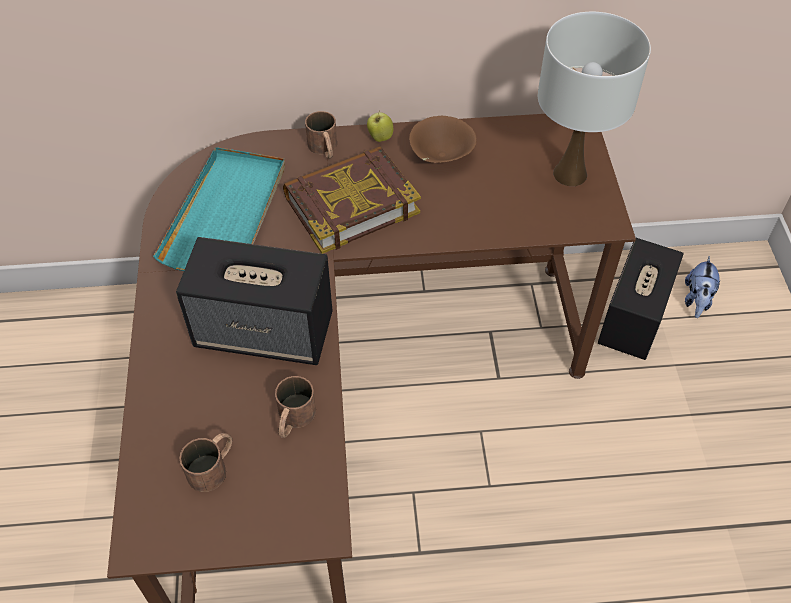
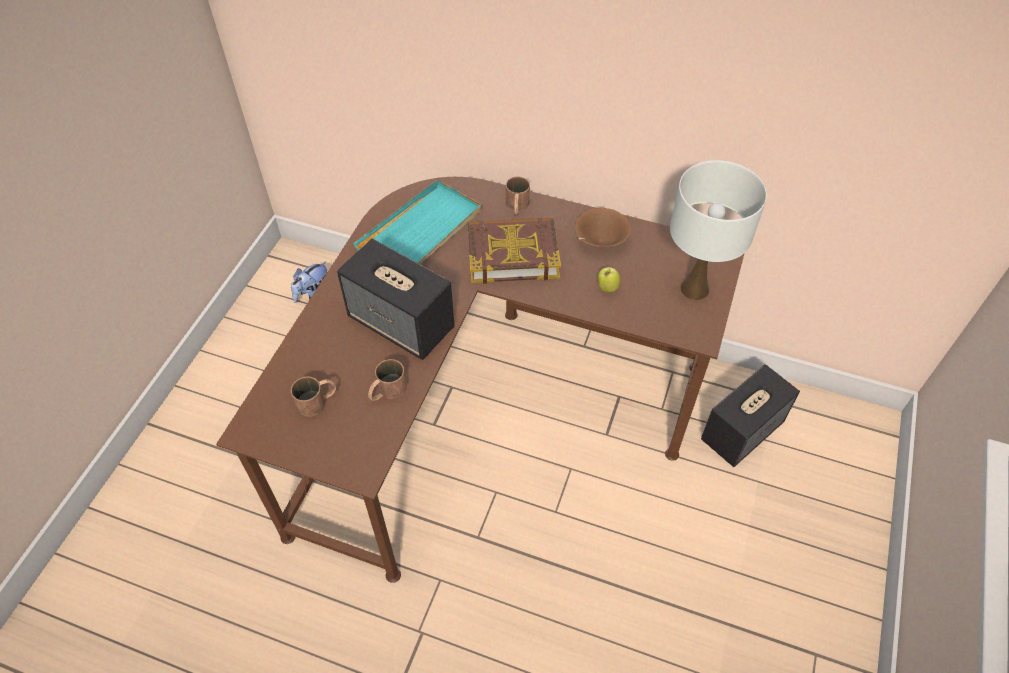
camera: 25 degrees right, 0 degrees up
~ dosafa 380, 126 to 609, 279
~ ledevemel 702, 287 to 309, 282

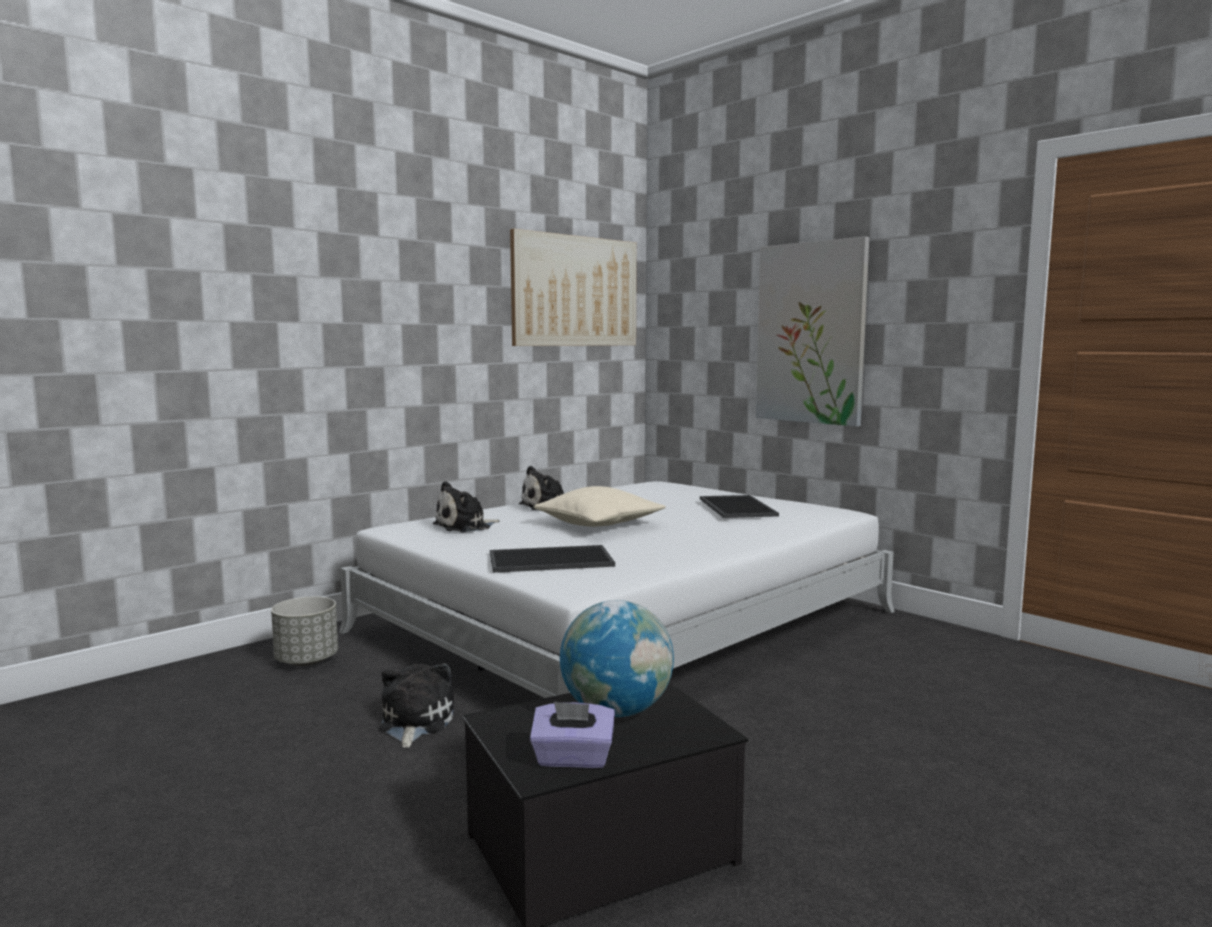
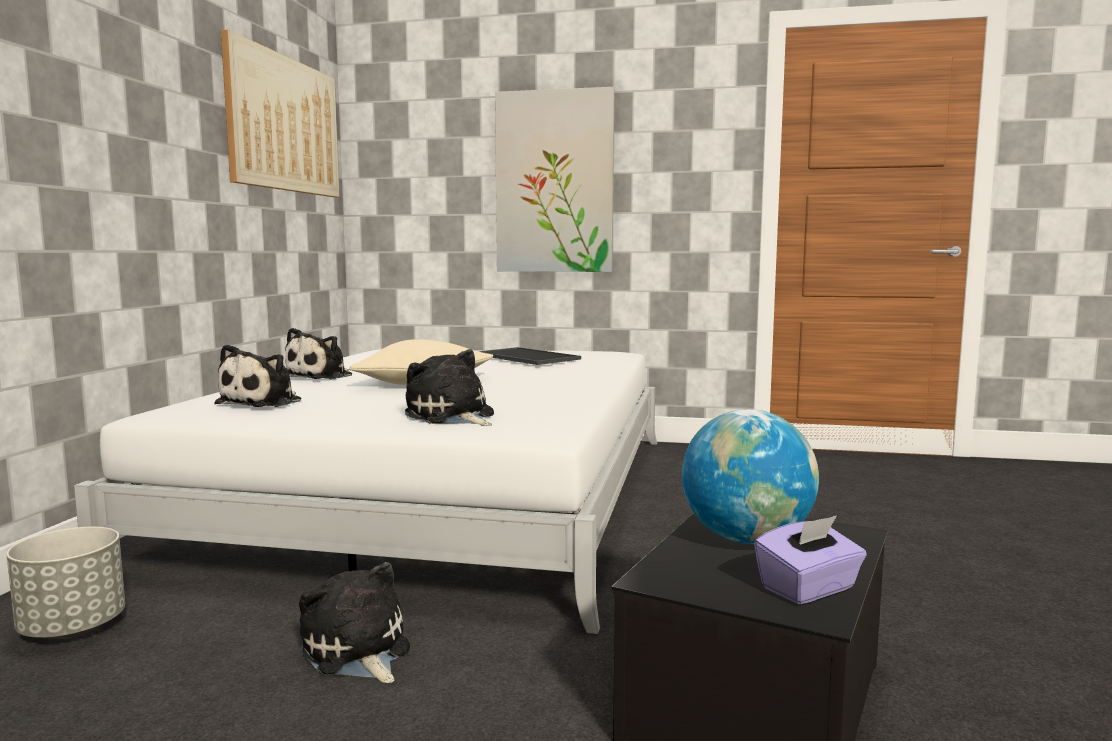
camera: 35 degrees left, 0 degrees up
~ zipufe 552, 559 to ledevemel 449, 387

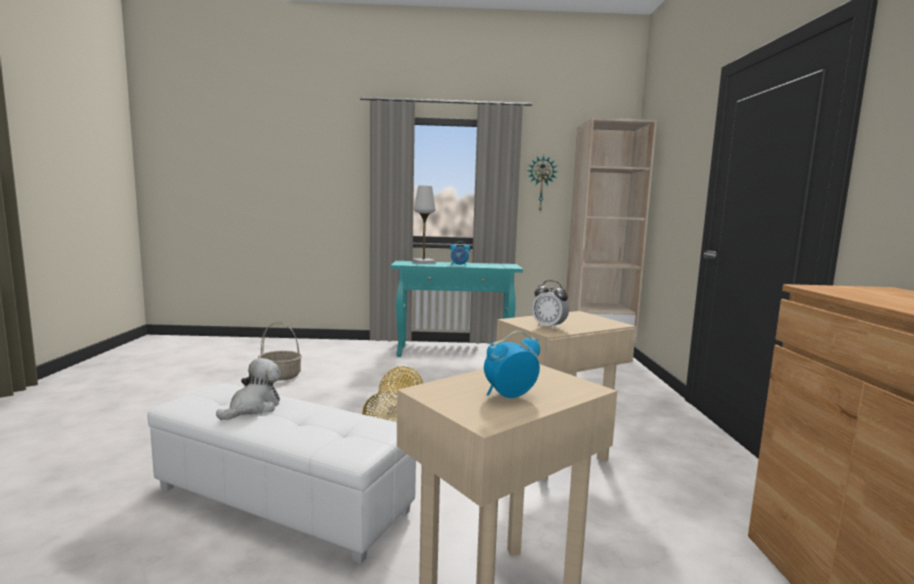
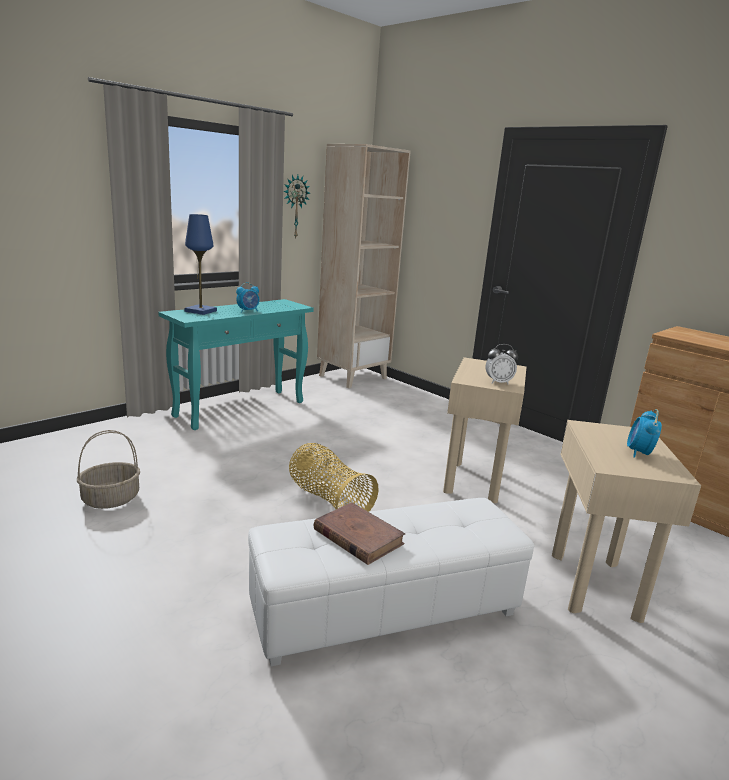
camera: 45 degrees left, 10 degrees up
~ ledevemel 248, 389 to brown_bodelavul 359, 534
~ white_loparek 424, 225 to blue_loparek 201, 264

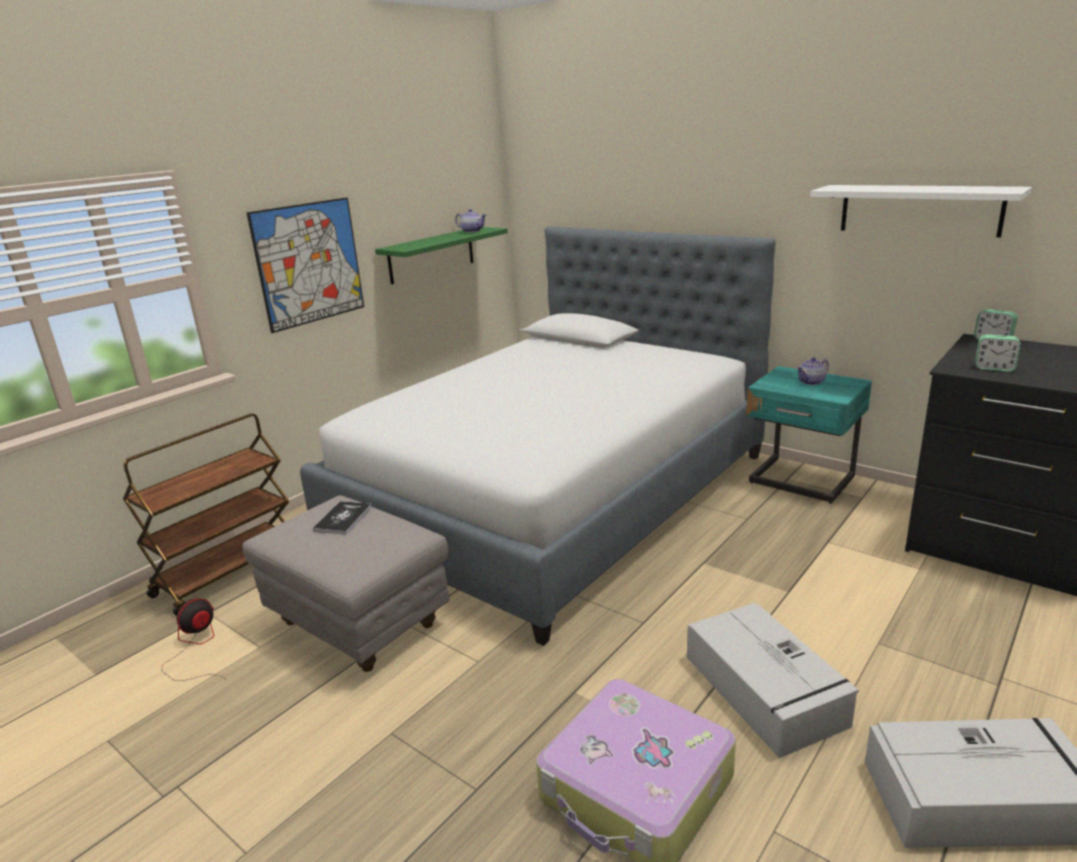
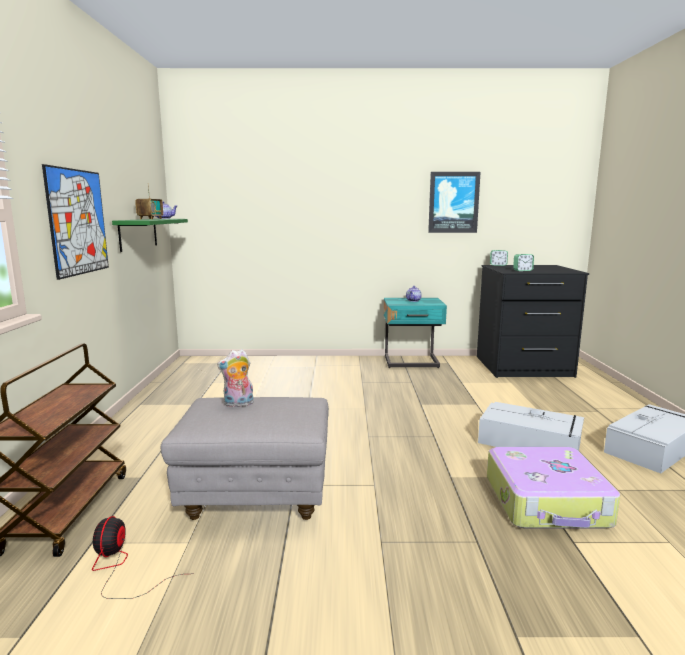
camera: 40 degrees left, 10 degrees down
- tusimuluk 538, 436
~ bodelavul 342, 518 to ledevemel 235, 378
~ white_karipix 921, 211 to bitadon 454, 202
+ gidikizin 149, 202

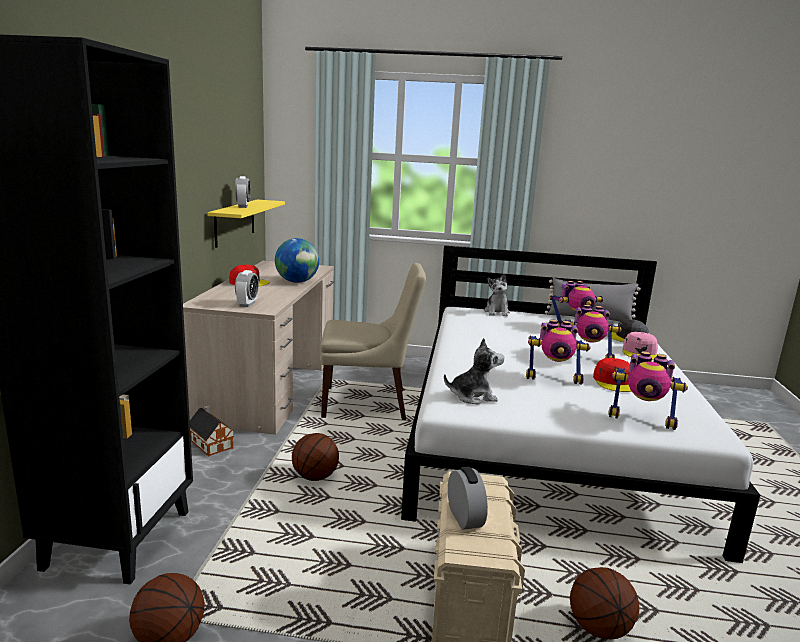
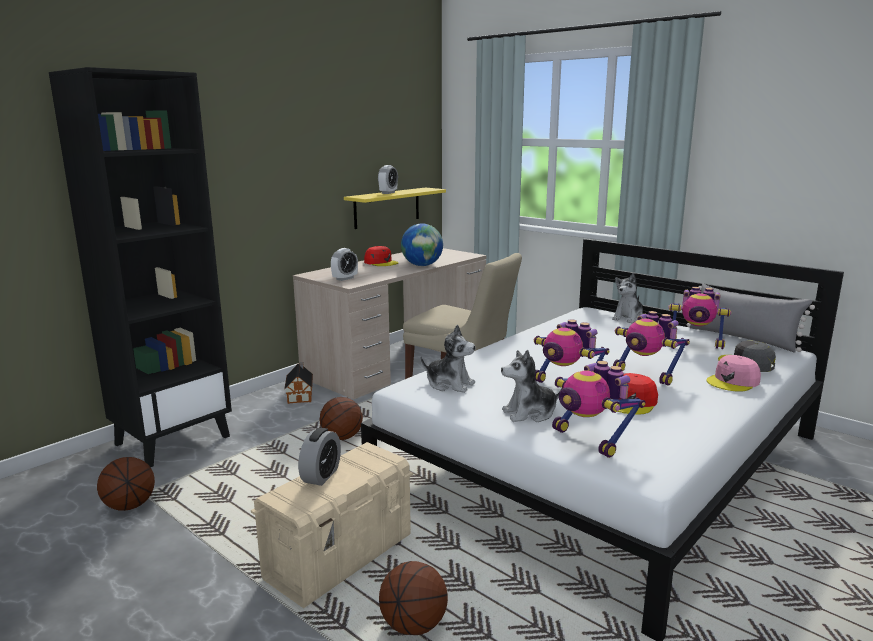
camera: 35 degrees right, 0 degrees up
+ ledevemel 531, 386

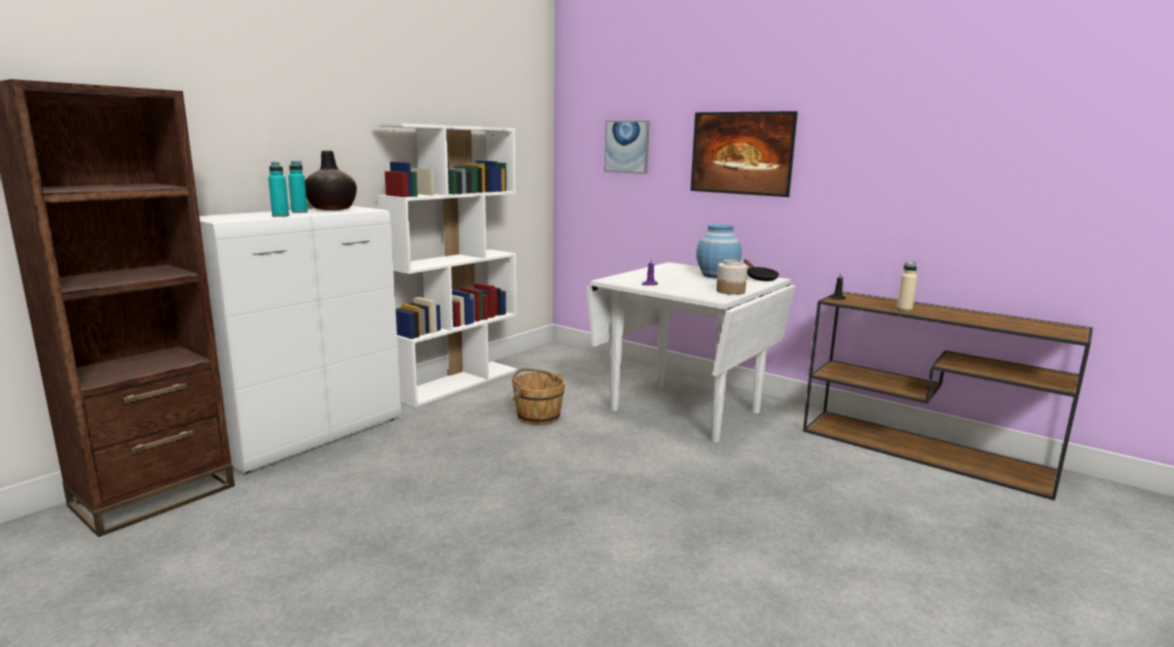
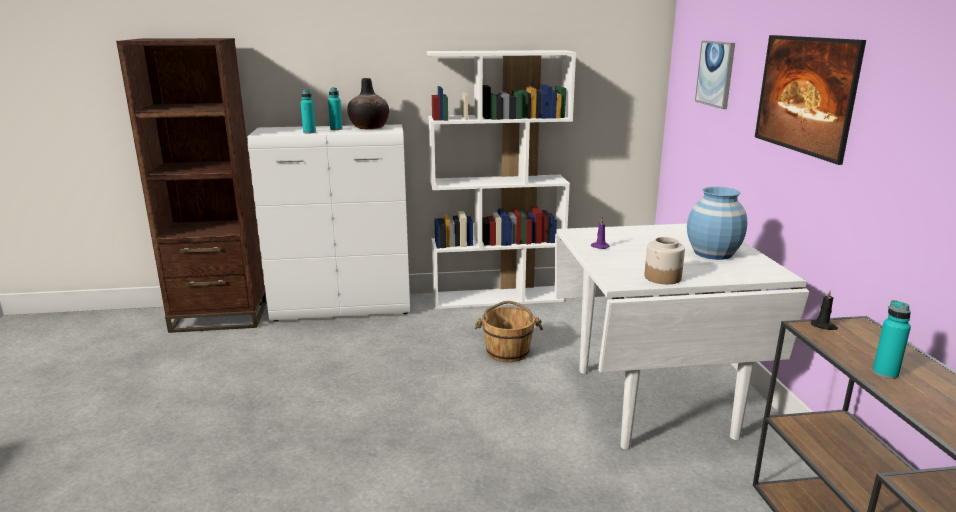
camera: 45 degrees right, 5 degrees up
- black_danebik 761, 270
~ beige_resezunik 907, 286 to turquoise_resezunik 891, 339

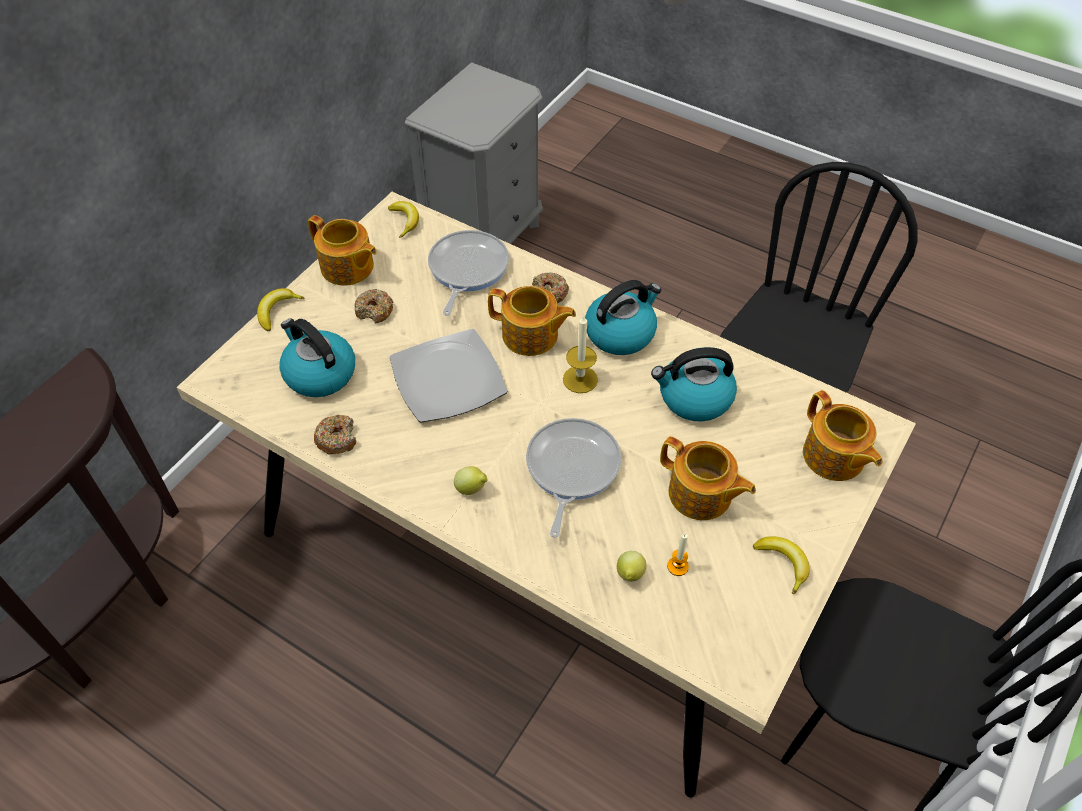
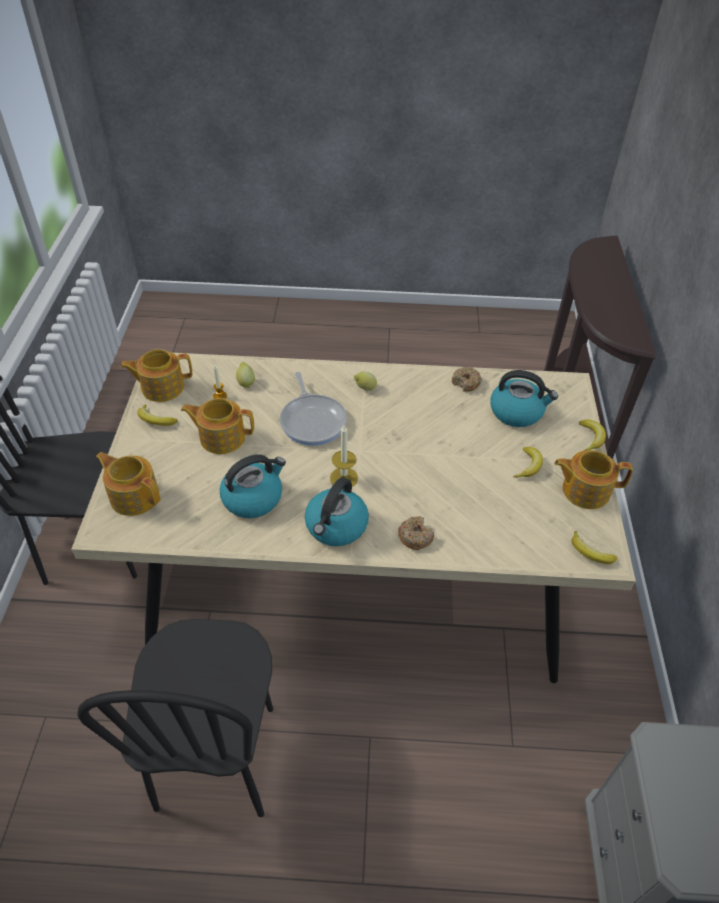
camera: 150 degrees right, 5 degrees down
~ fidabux 373, 306 to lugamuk 528, 462
- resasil 448, 376
- danebik 468, 272
~ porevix 532, 321 to 156, 375

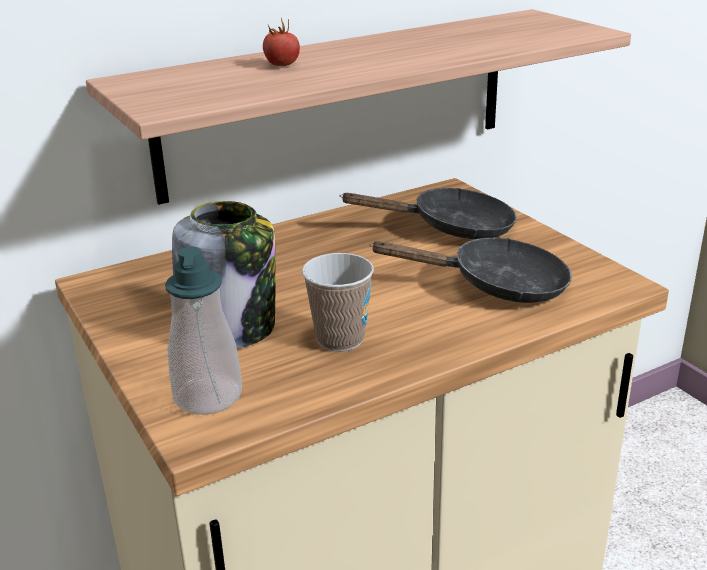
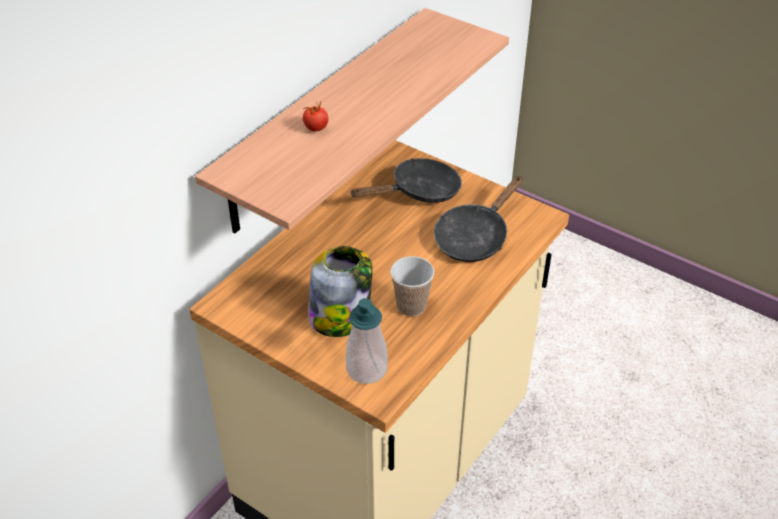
camera: 25 degrees left, 15 degrees up
~ black_danebik 470, 270 = 478, 219 150 degrees clockwise

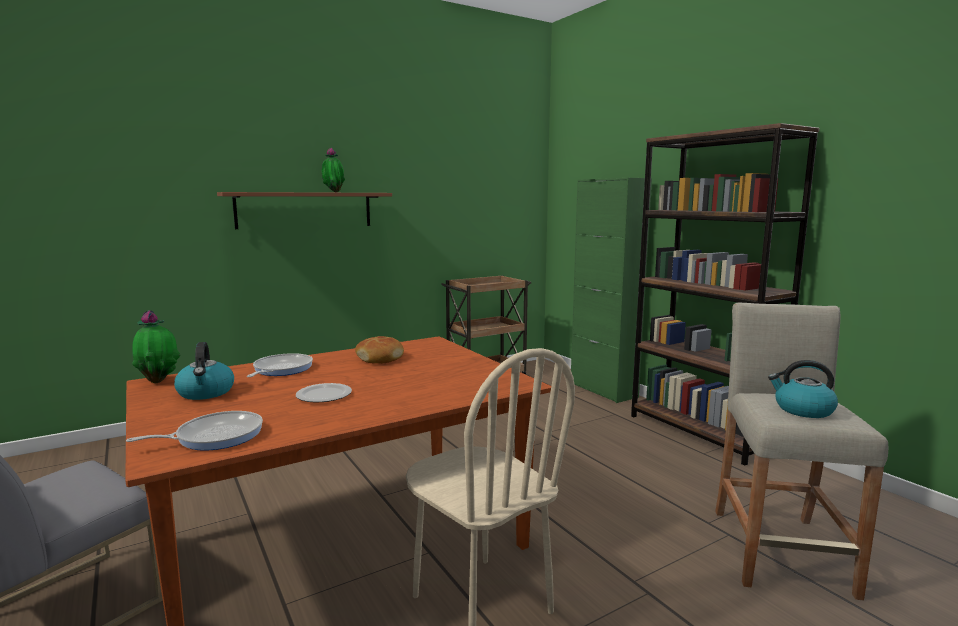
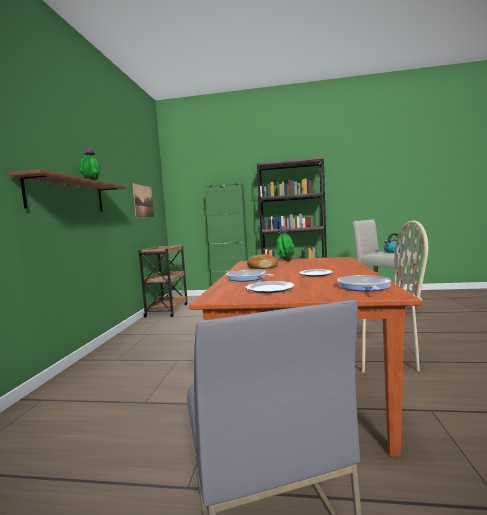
camera: 50 degrees left, 5 degrees down
~ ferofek 156, 346 to 285, 244
~ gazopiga 204, 371 to resasil 270, 287
+ bitadon 143, 200

